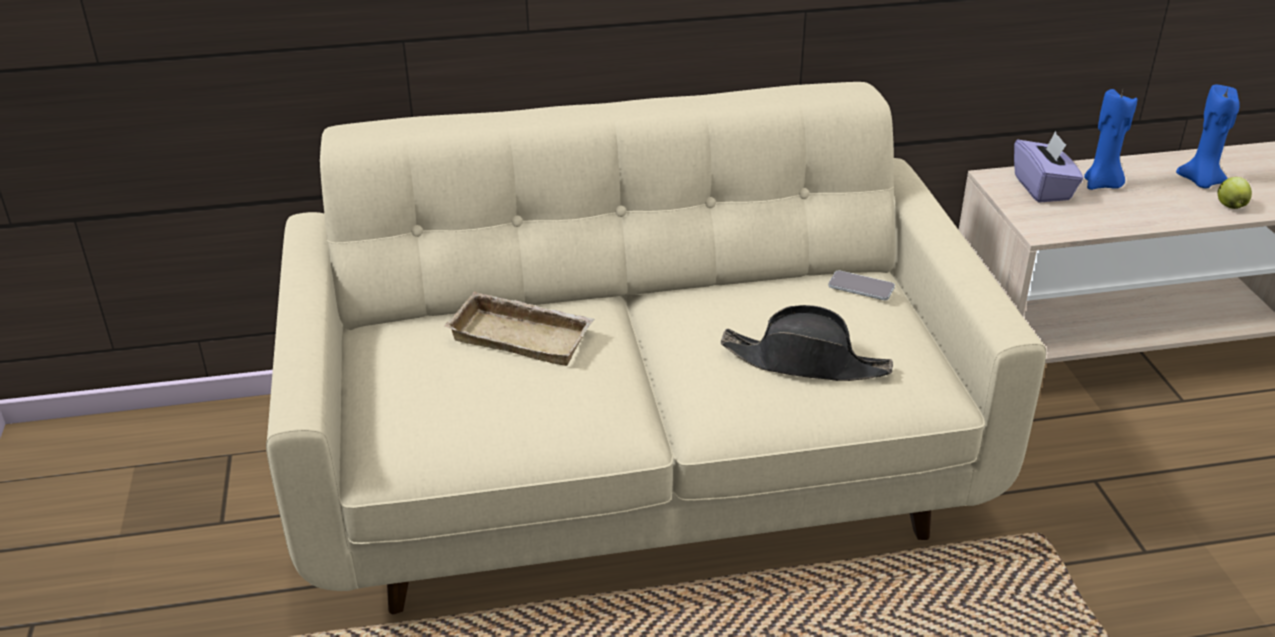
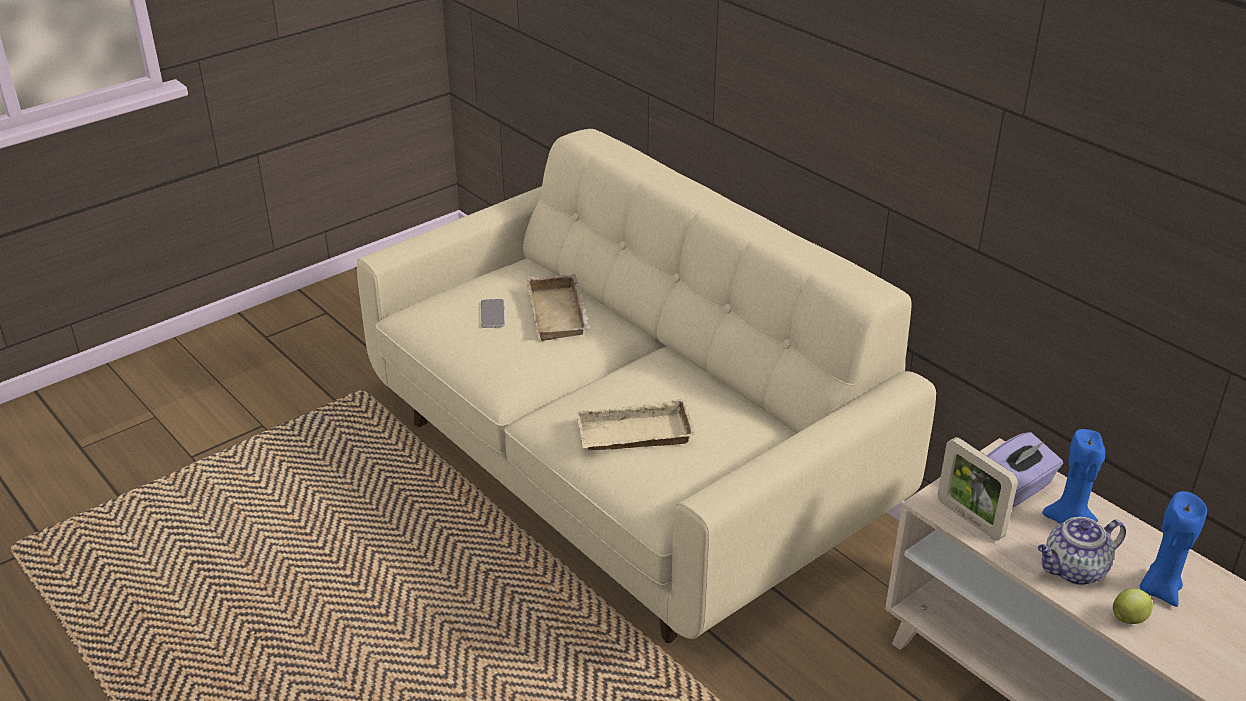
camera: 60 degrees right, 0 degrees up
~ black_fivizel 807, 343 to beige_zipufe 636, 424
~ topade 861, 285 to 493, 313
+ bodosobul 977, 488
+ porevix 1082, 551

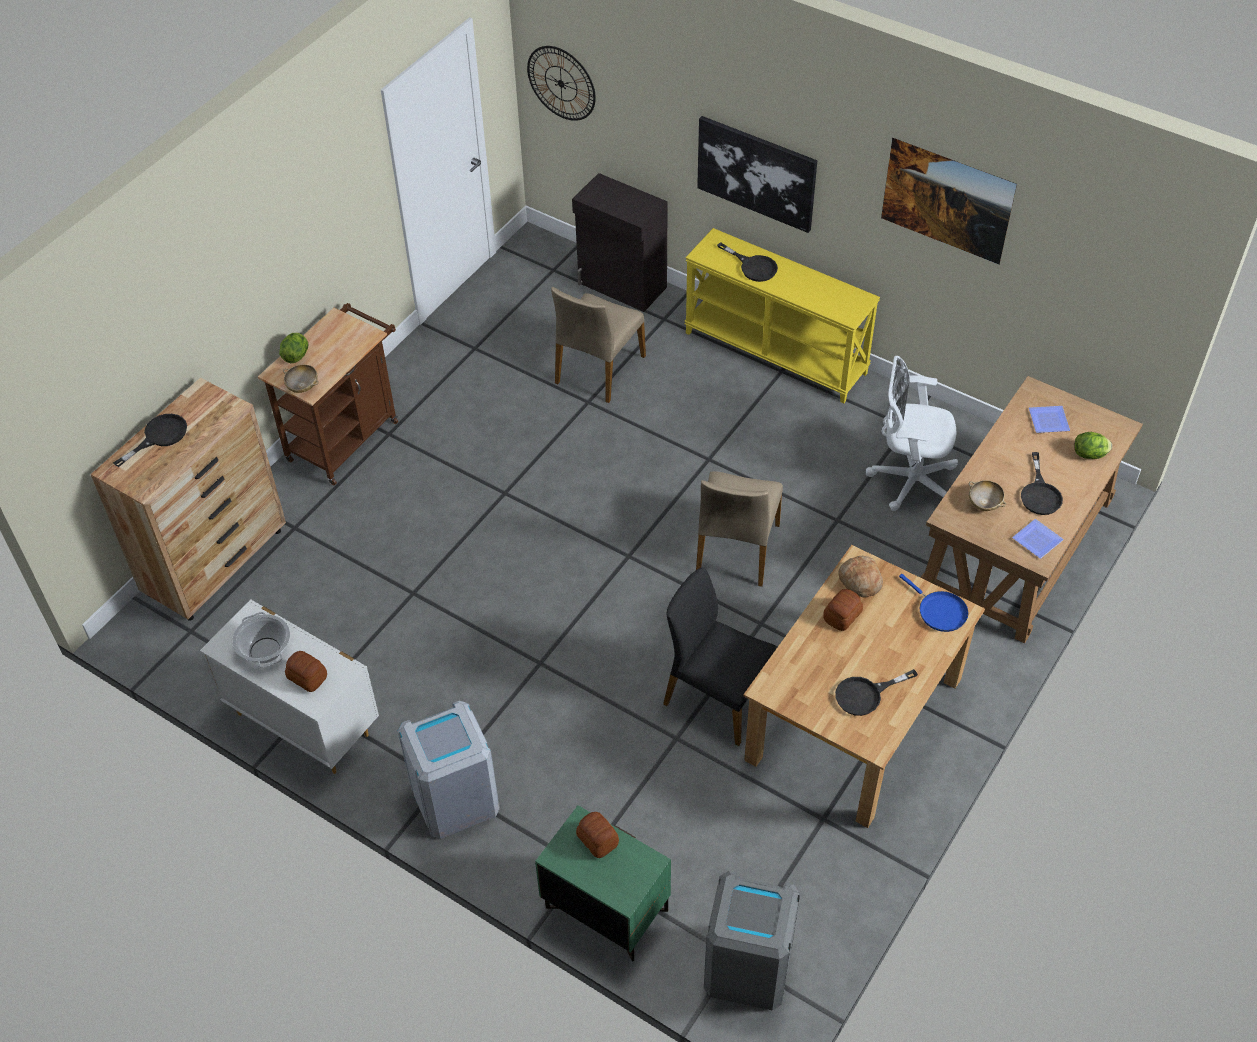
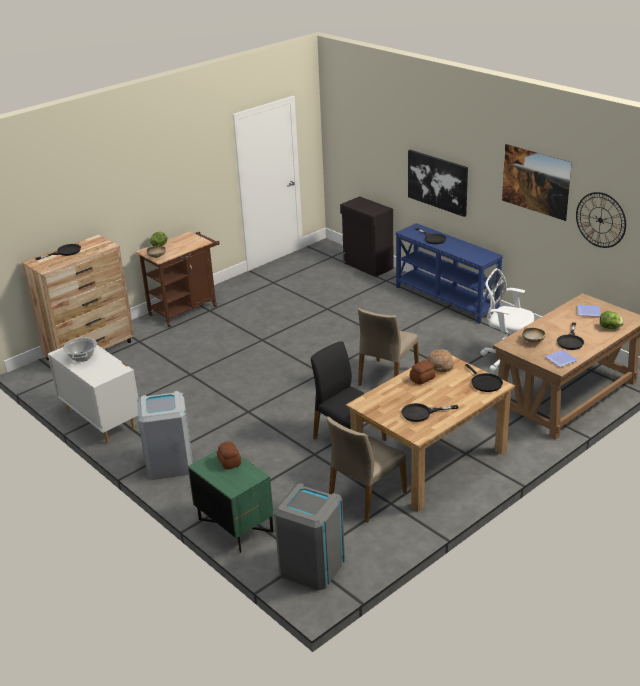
camera: 15 degrees right, 20 degrees down
- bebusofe 306, 671
~ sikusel 561, 83 to 601, 220
~ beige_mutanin 598, 345 to 367, 470
~ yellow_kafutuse 782, 316 to blue_kafutuse 449, 273
~ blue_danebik 933, 603 to black_danebik 484, 378

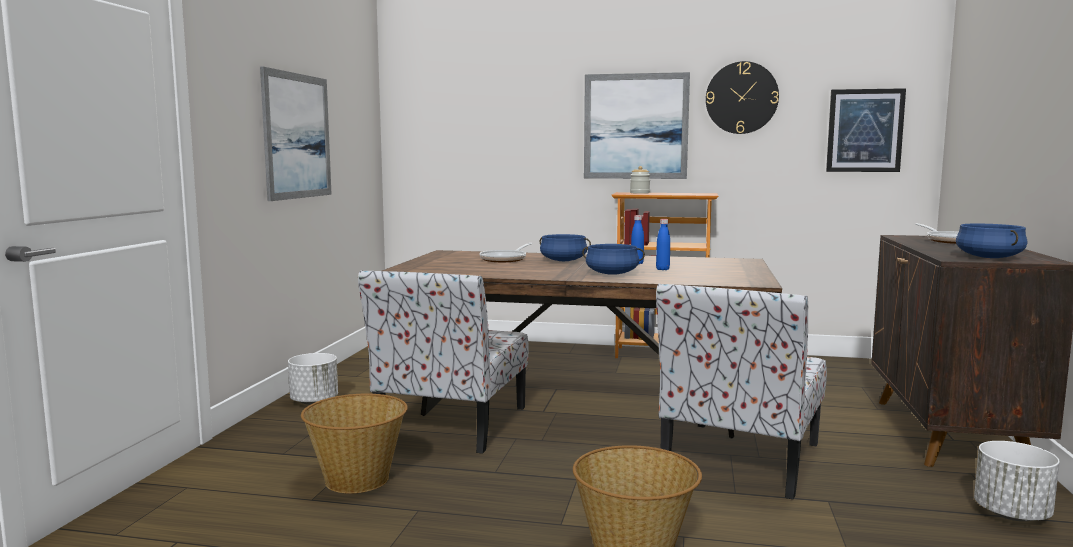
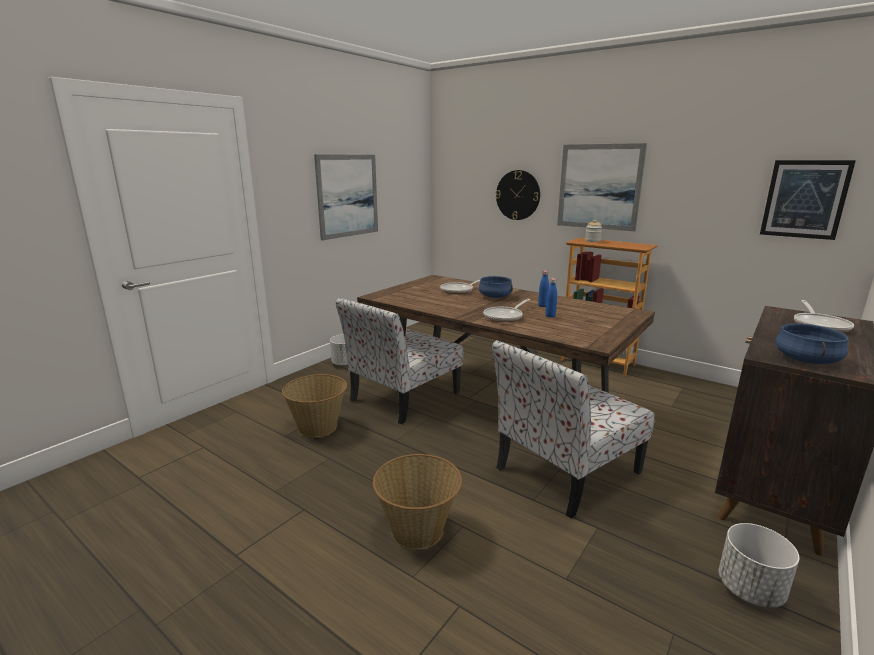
camera: 25 degrees right, 10 degrees up
~ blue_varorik 613, 259 to danebik 506, 310
~ sikusel 742, 97 to 517, 195

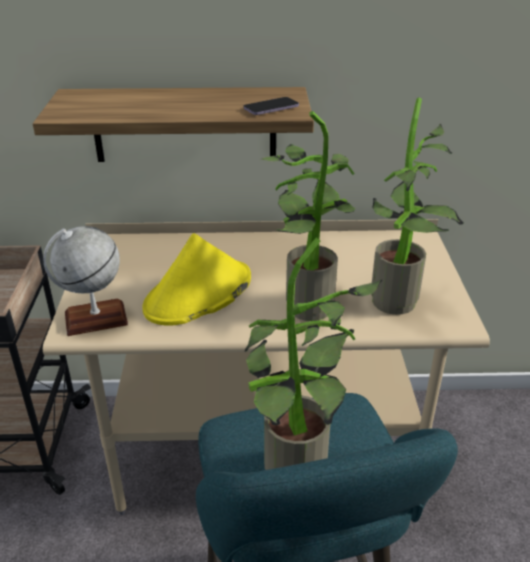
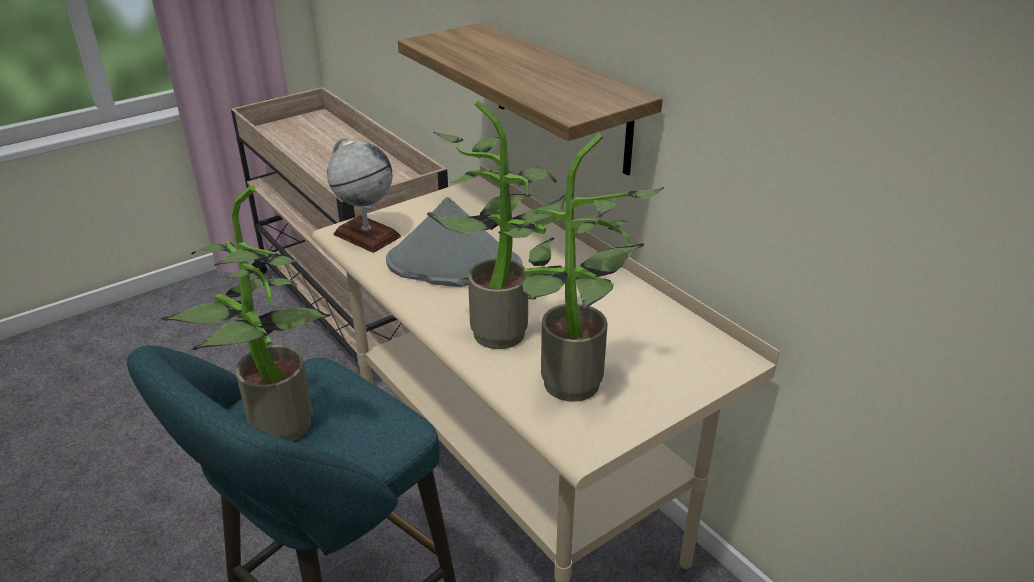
camera: 55 degrees right, 0 degrees up
~ yellow_fivizel 197, 279 to grey_fivizel 454, 242
- topade 271, 106

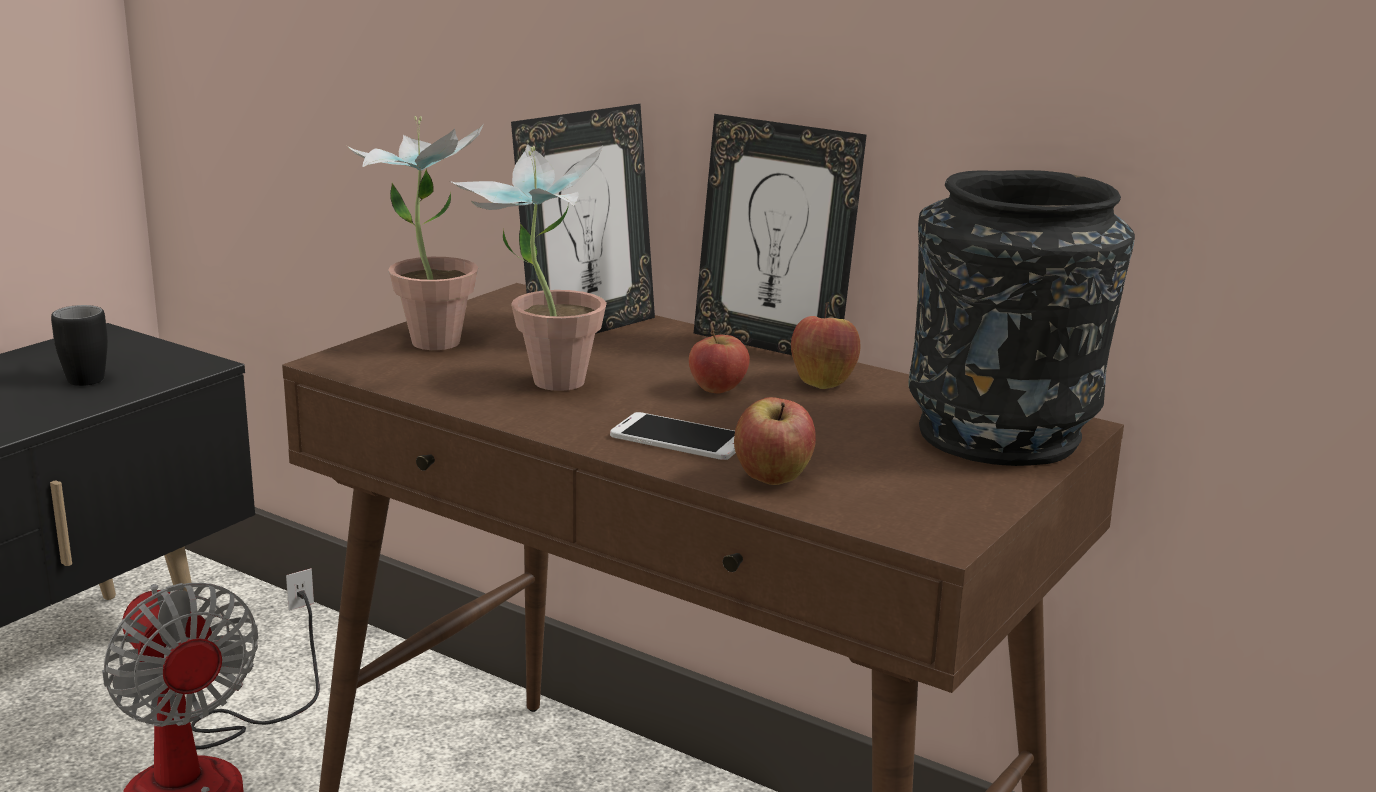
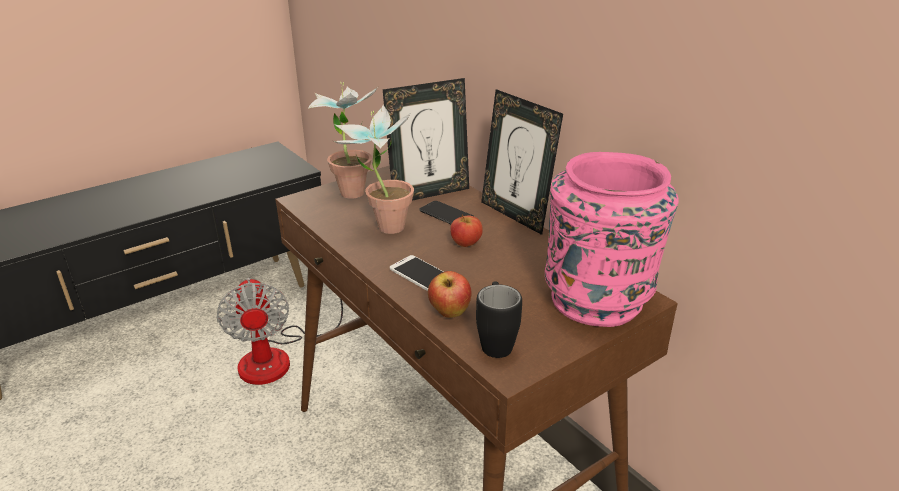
camera: 20 degrees right, 10 degrees up
~ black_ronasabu 79, 345 to 499, 319
- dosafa 825, 345
~ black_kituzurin 1021, 318 to pink_kituzurin 612, 239
+ topade 446, 212

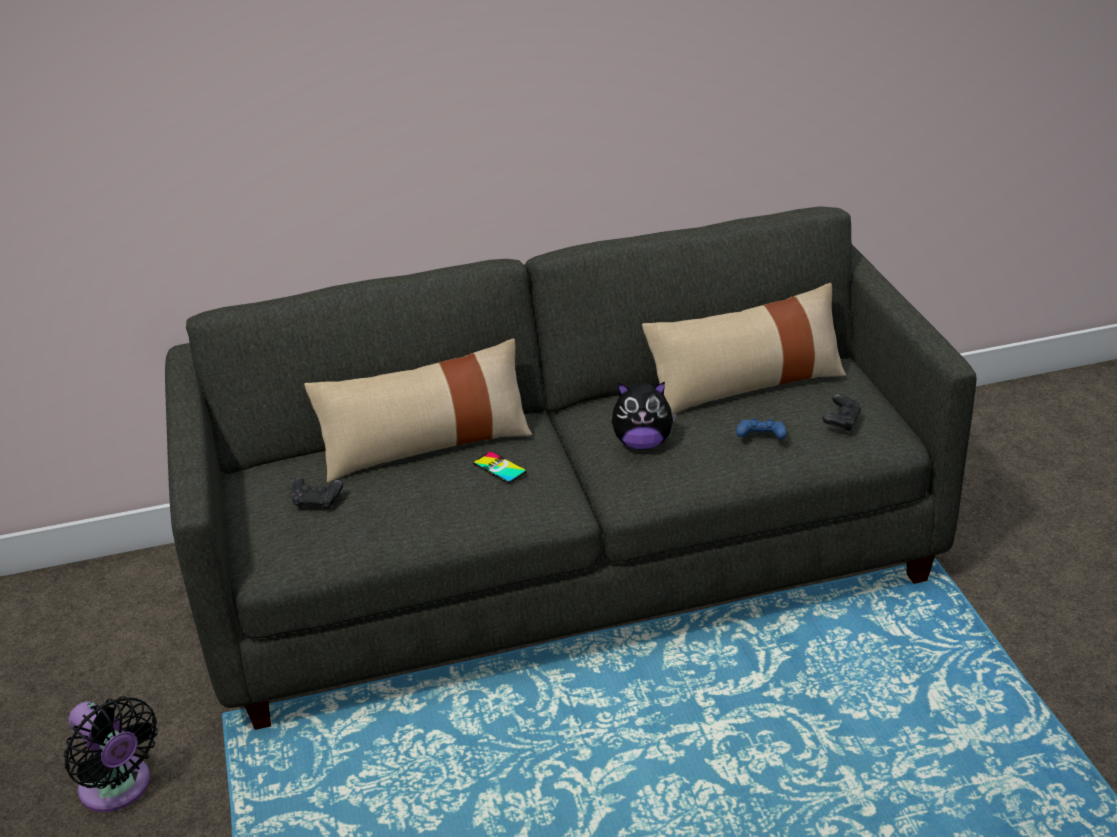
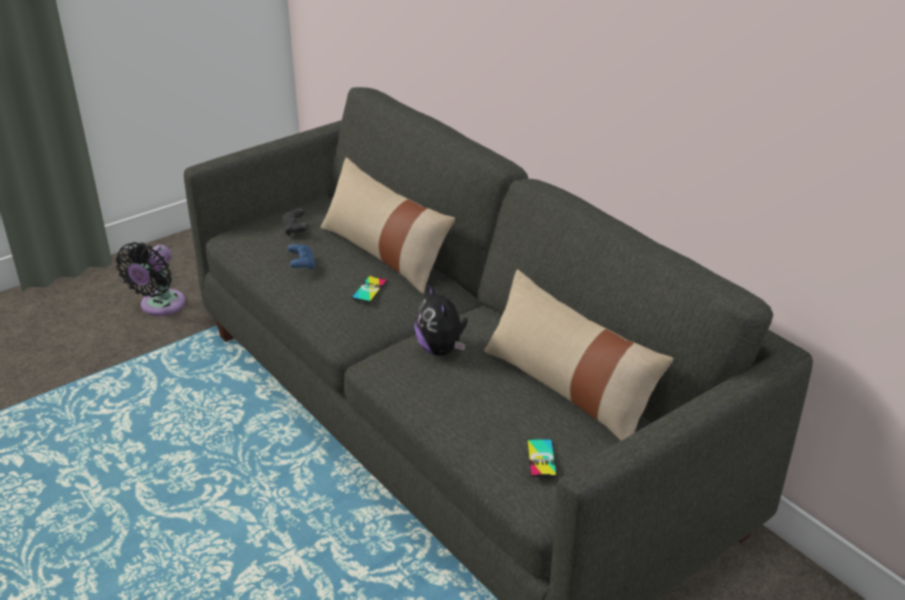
camera: 65 degrees right, 0 degrees up
~ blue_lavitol 761, 428 to 301, 257
~ black_lavitol 842, 413 to topade 542, 458

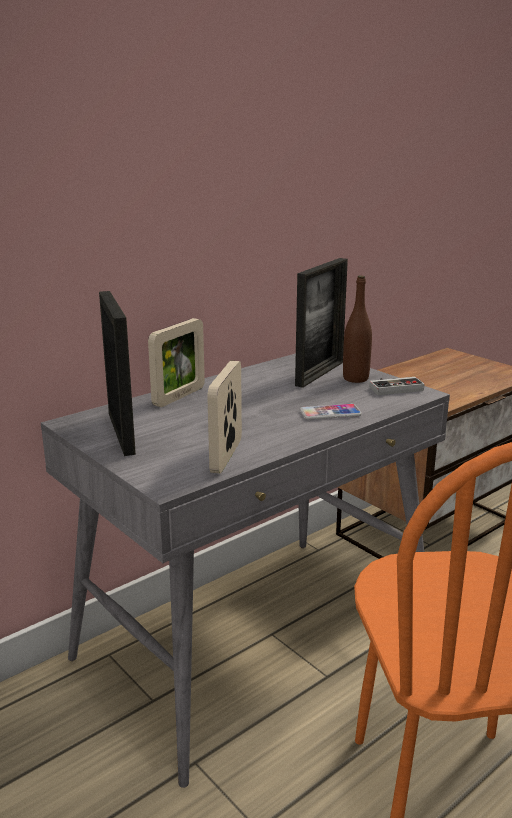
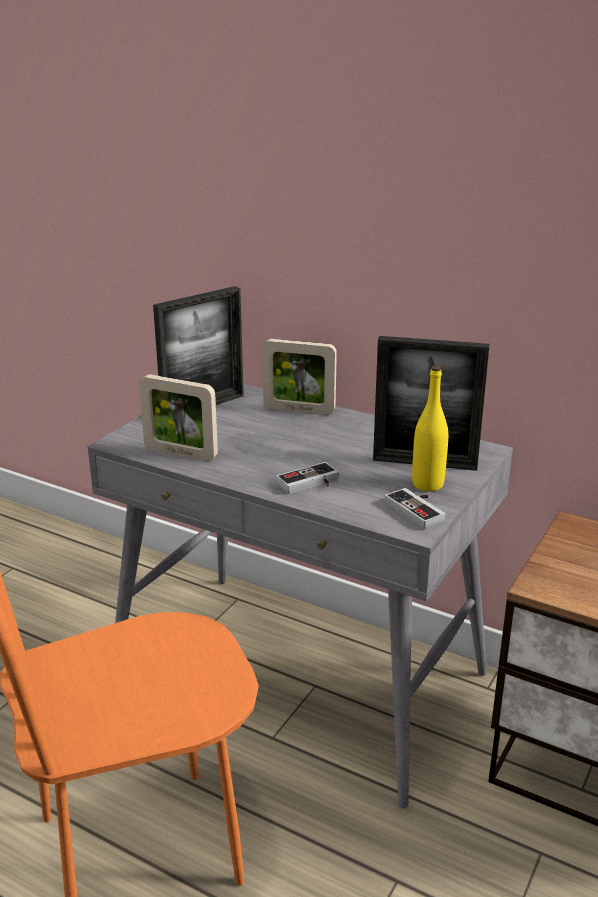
camera: 70 degrees right, 5 degrees up
~ bodosobul 224, 417 = 178, 418 150 degrees counterclockwise
~ topade 331, 412 to lavitol 307, 478
~ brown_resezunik 357, 329 to yellow_resezunik 430, 429

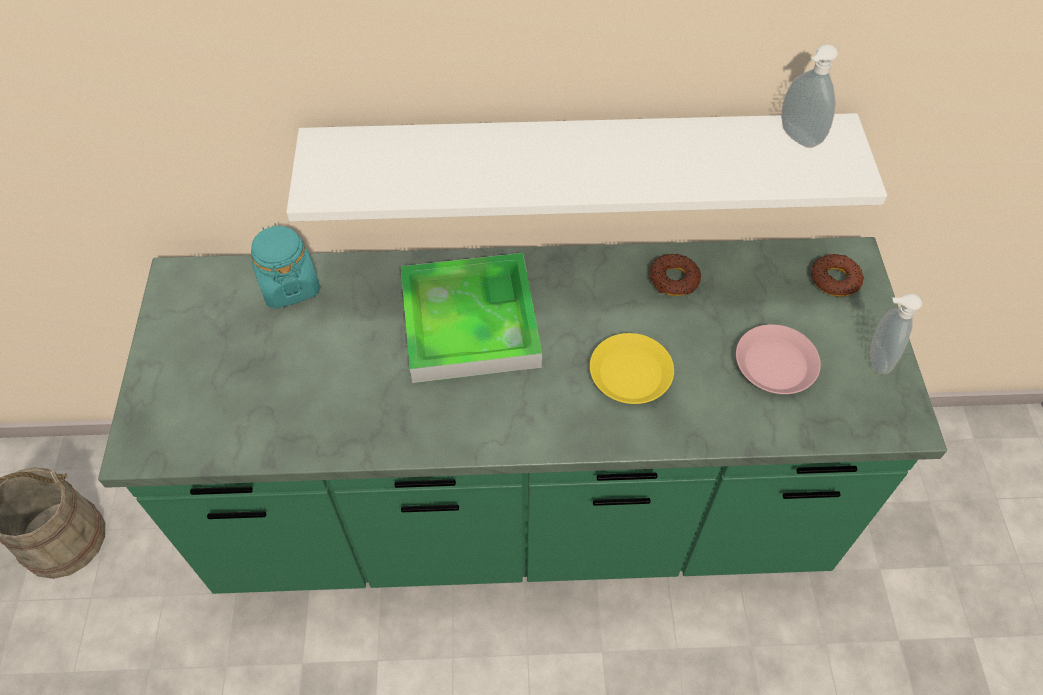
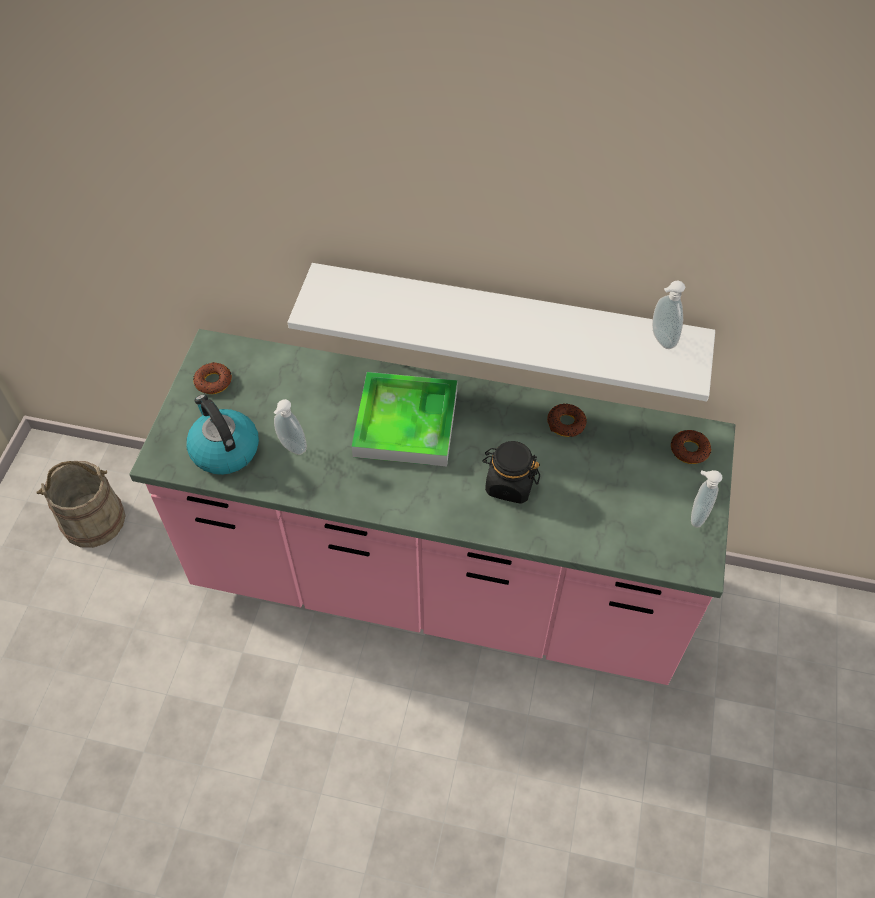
camera: 15 degrees right, 0 degrees up
~ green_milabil 522, 415 to pink_milabil 432, 507
- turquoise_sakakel 285, 266
~ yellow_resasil 632, 368 to black_sakakel 511, 472
- pink_resasil 778, 359
+ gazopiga 222, 434
+ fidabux 212, 378
+ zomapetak 290, 427

